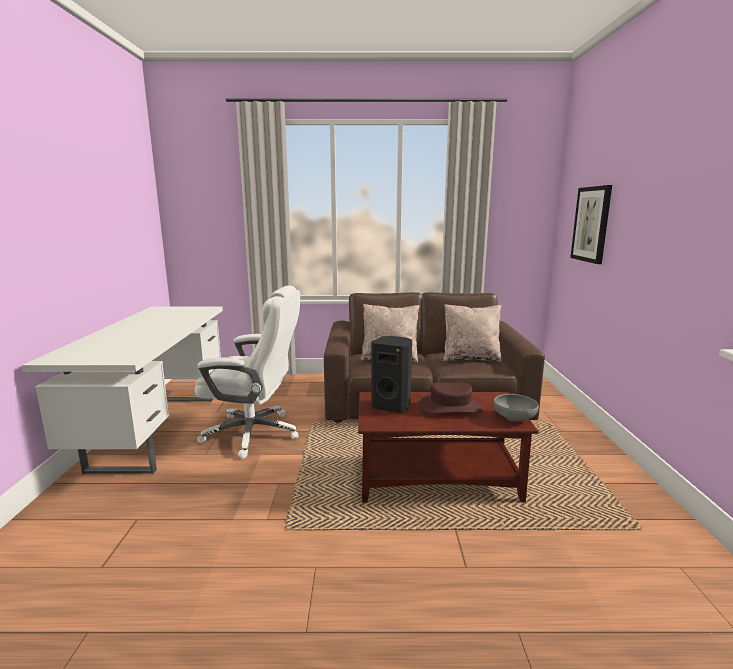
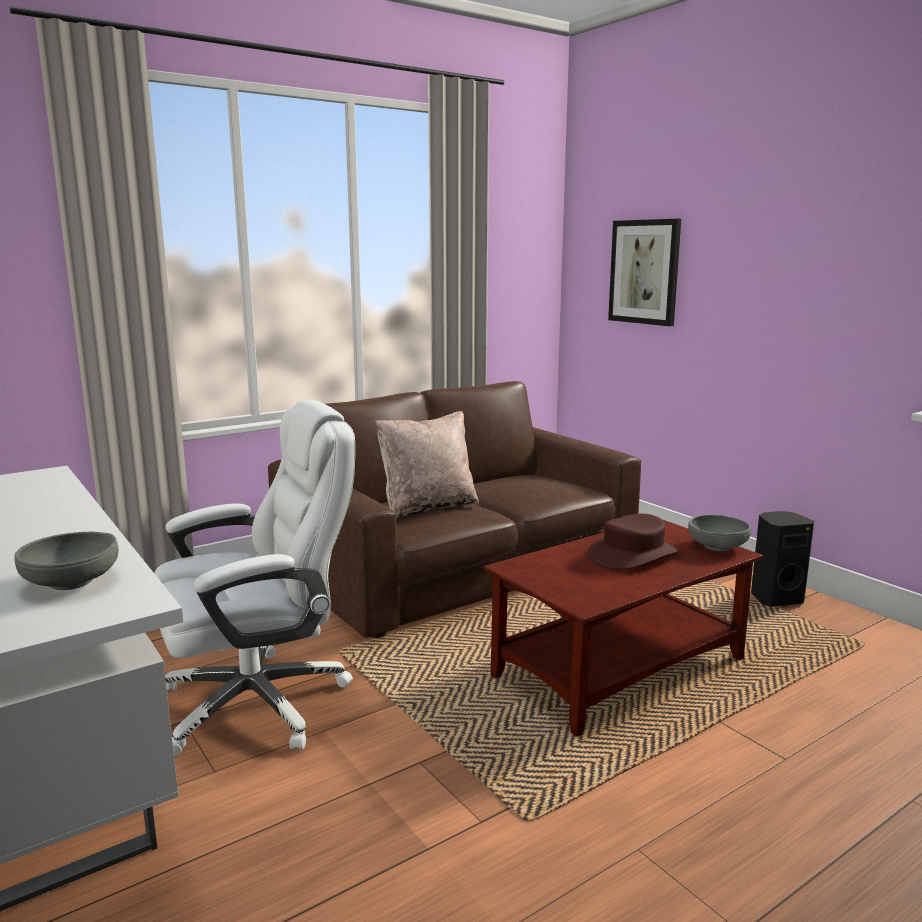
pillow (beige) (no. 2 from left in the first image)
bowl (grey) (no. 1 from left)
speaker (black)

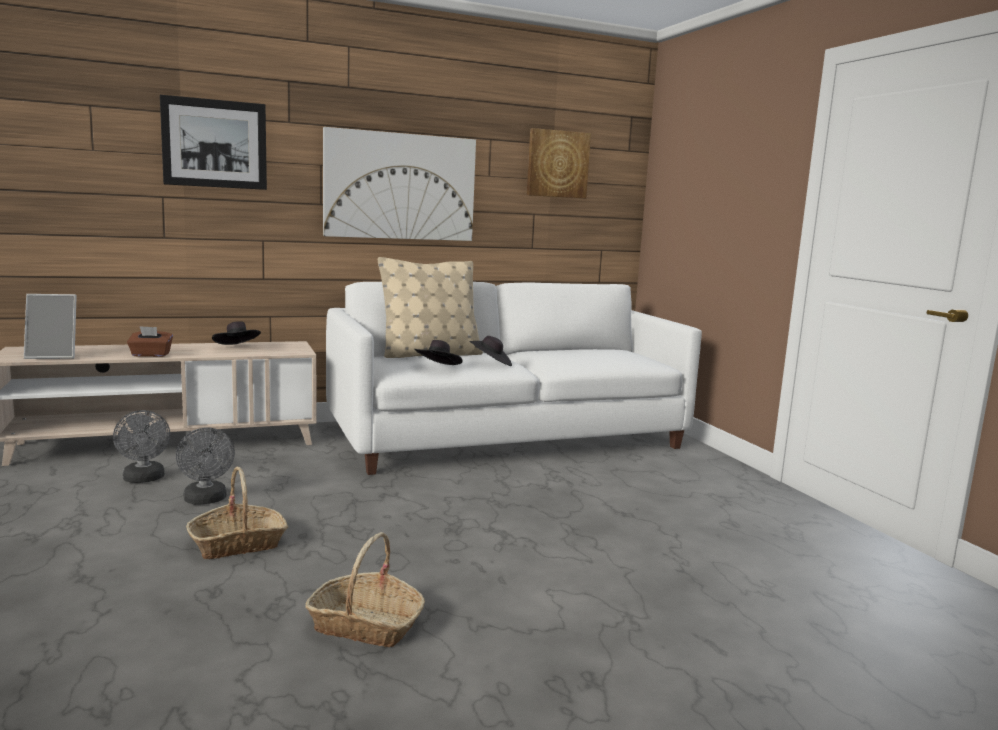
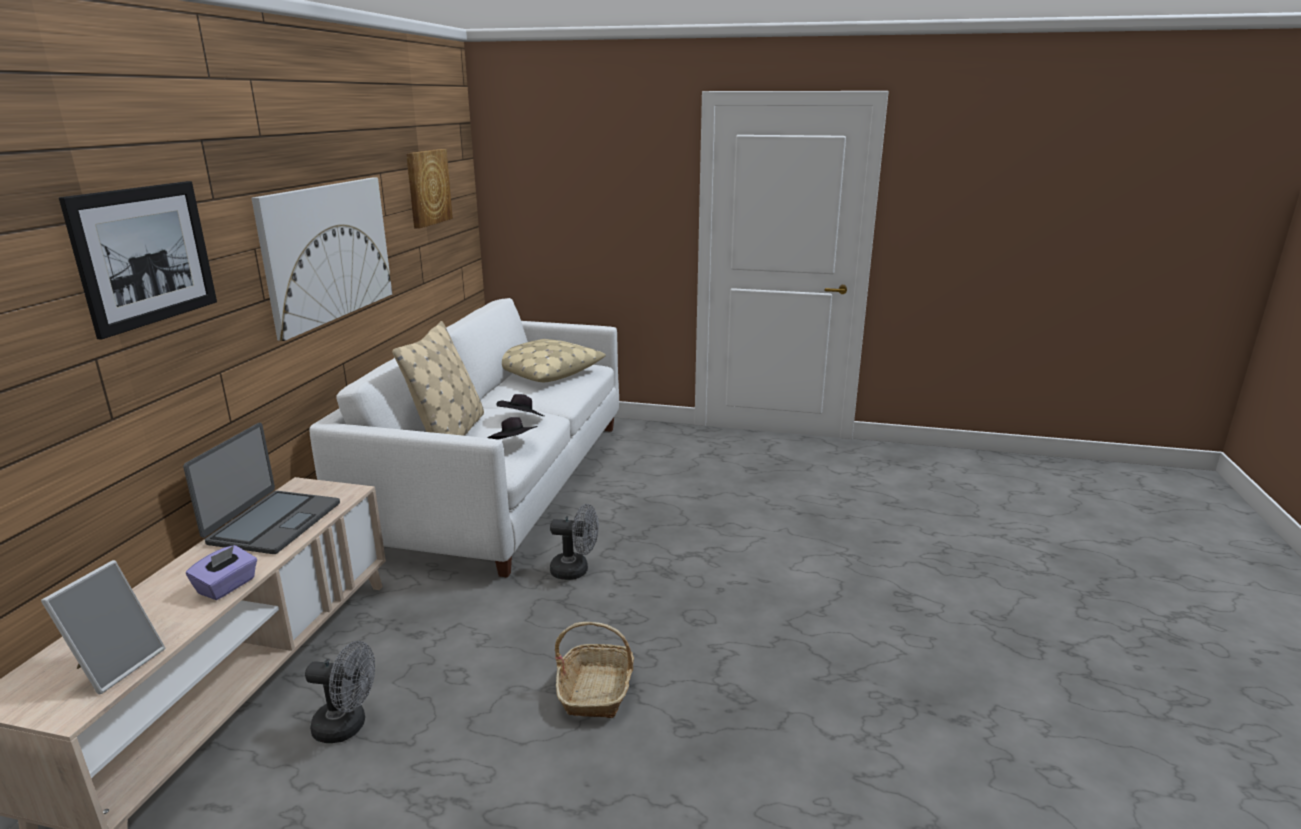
basket (no. 2 from left in the first image)
pillow (beige) (no. 2 from left)
fan (grey) (no. 2 from left)
laptop
tissue box (purple)

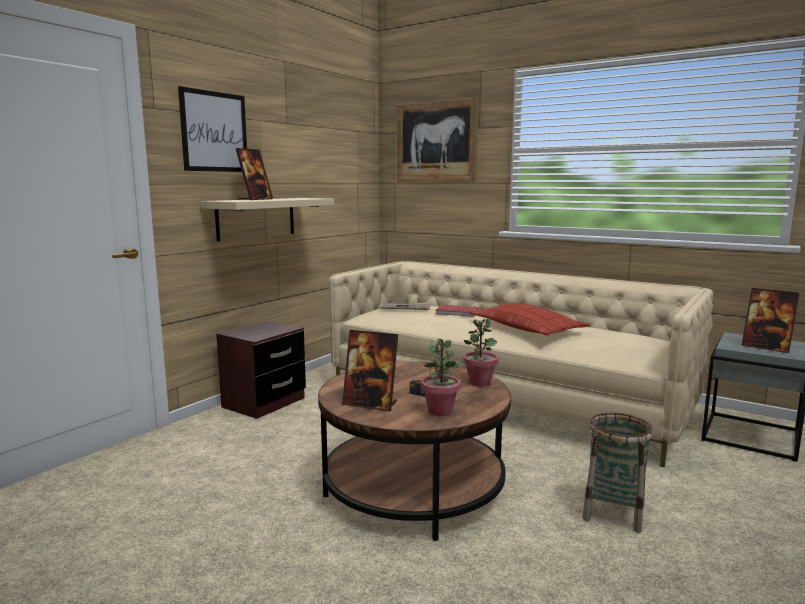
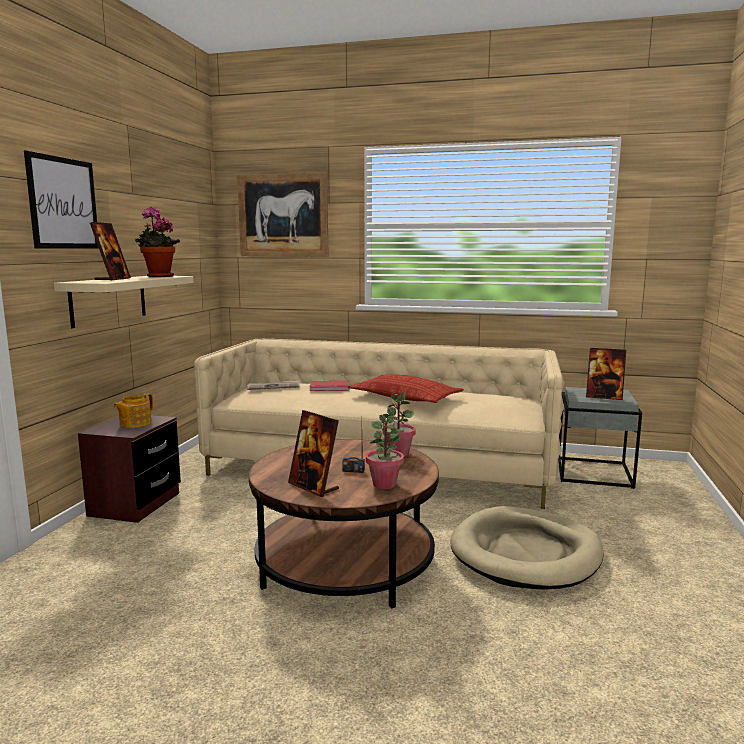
teapot
potted plant (no. 1 from left)
dog bed (beige)
picture frame (no. 2 from left)

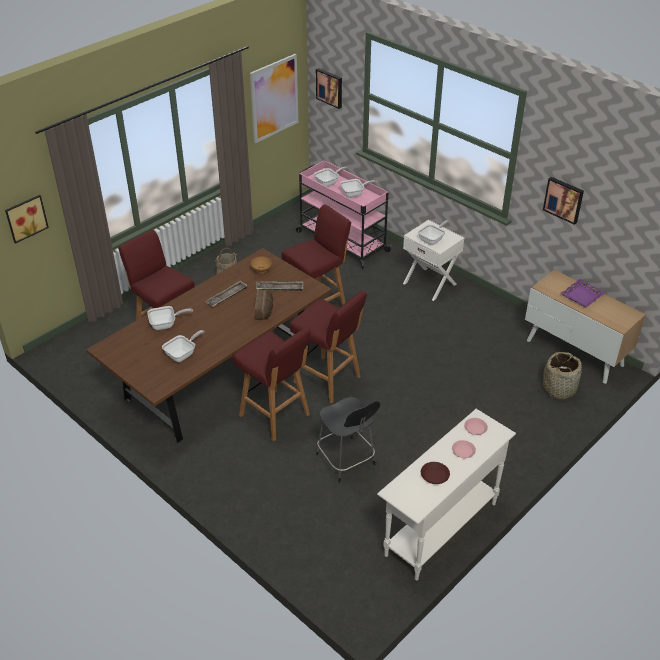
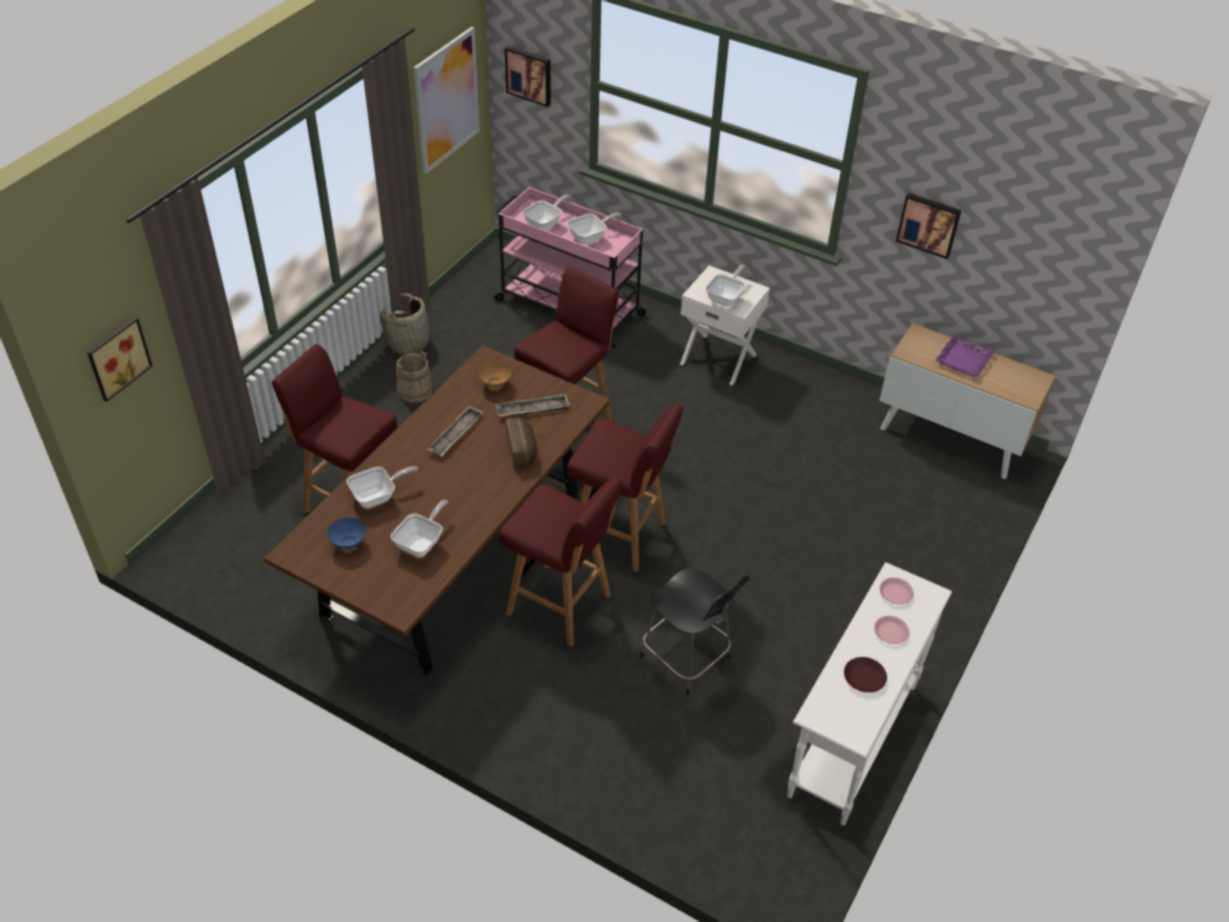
bowl (blue)
basket

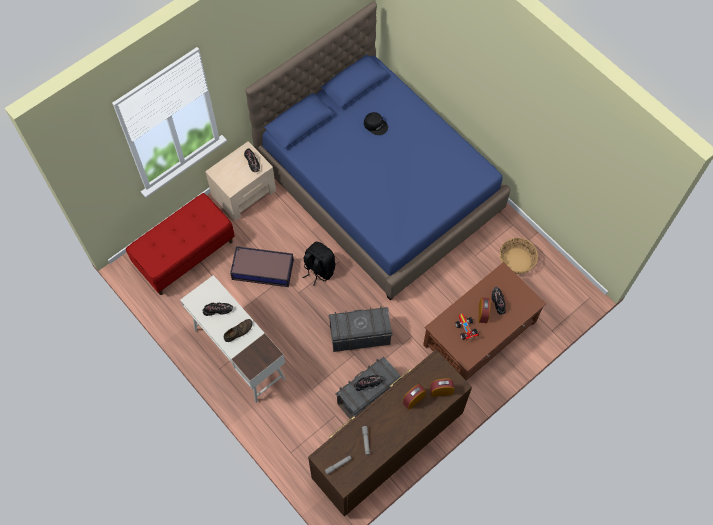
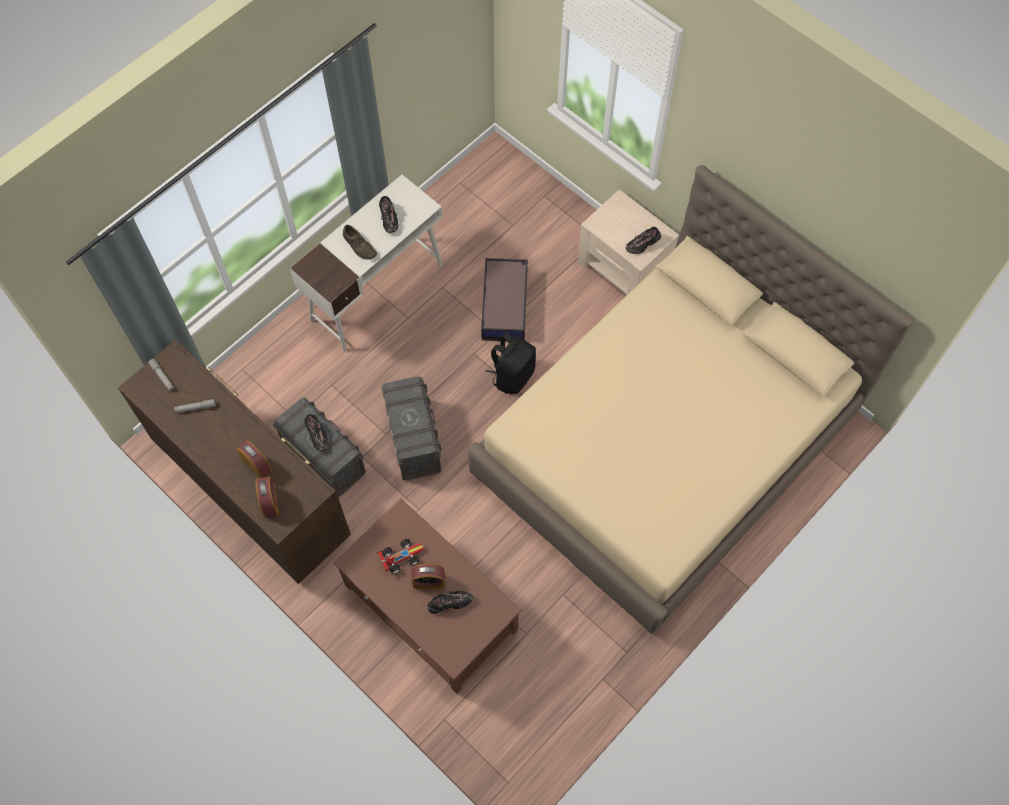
bench (red)
cap (black)
basket
bed (beige)

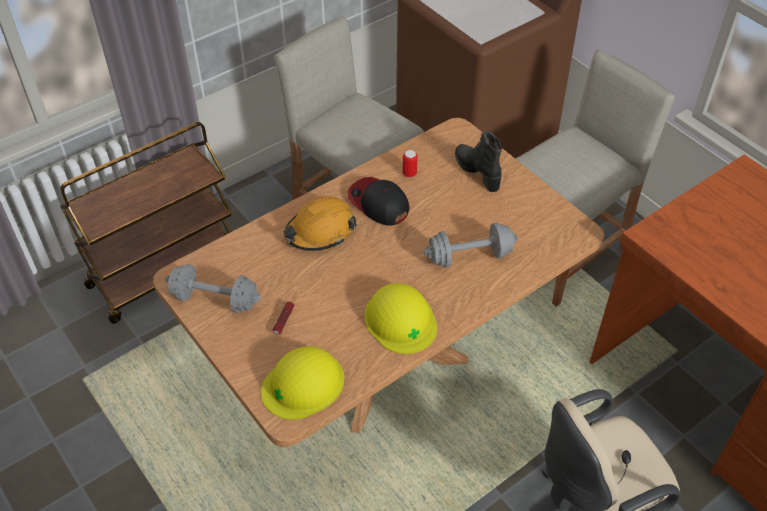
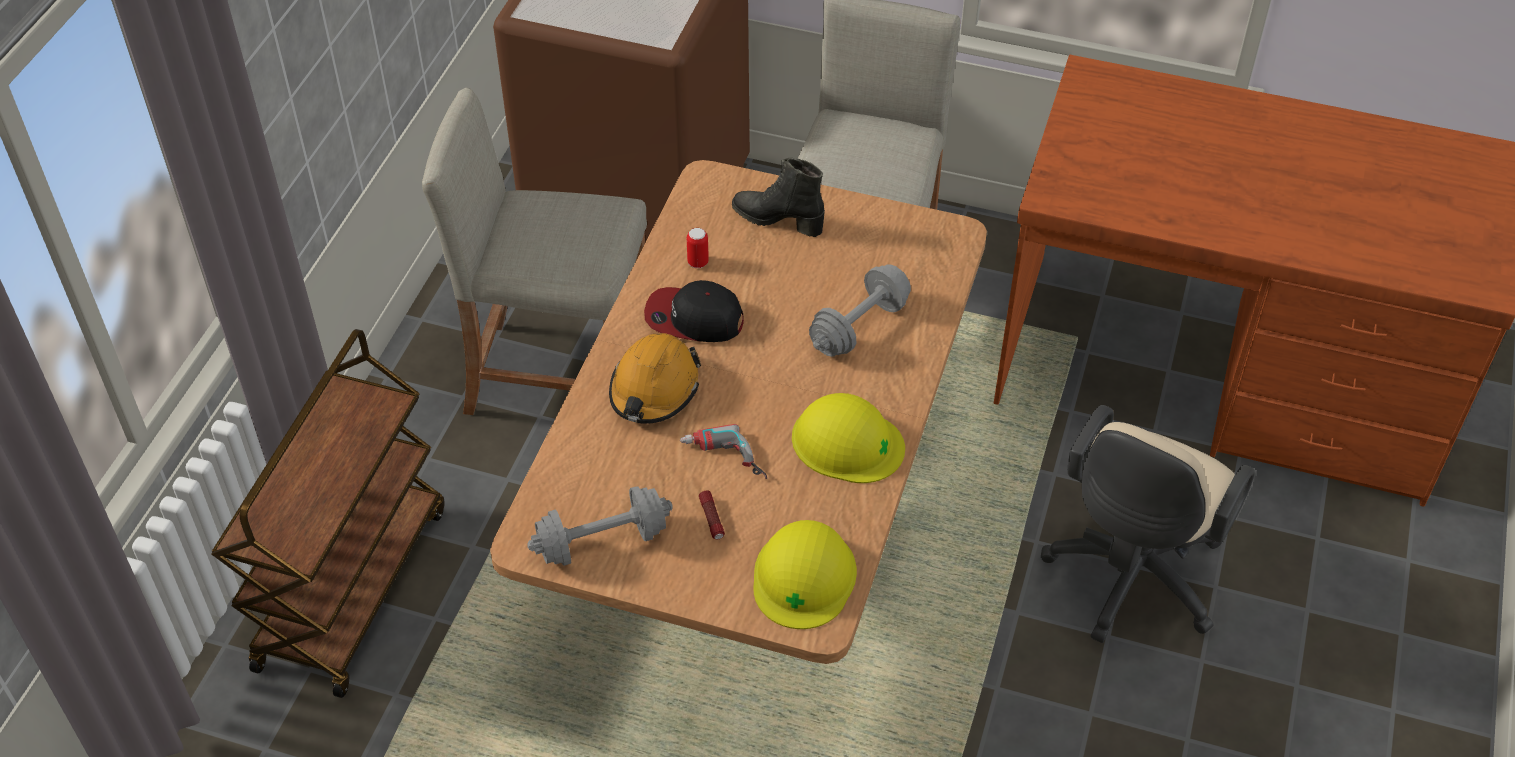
power drill

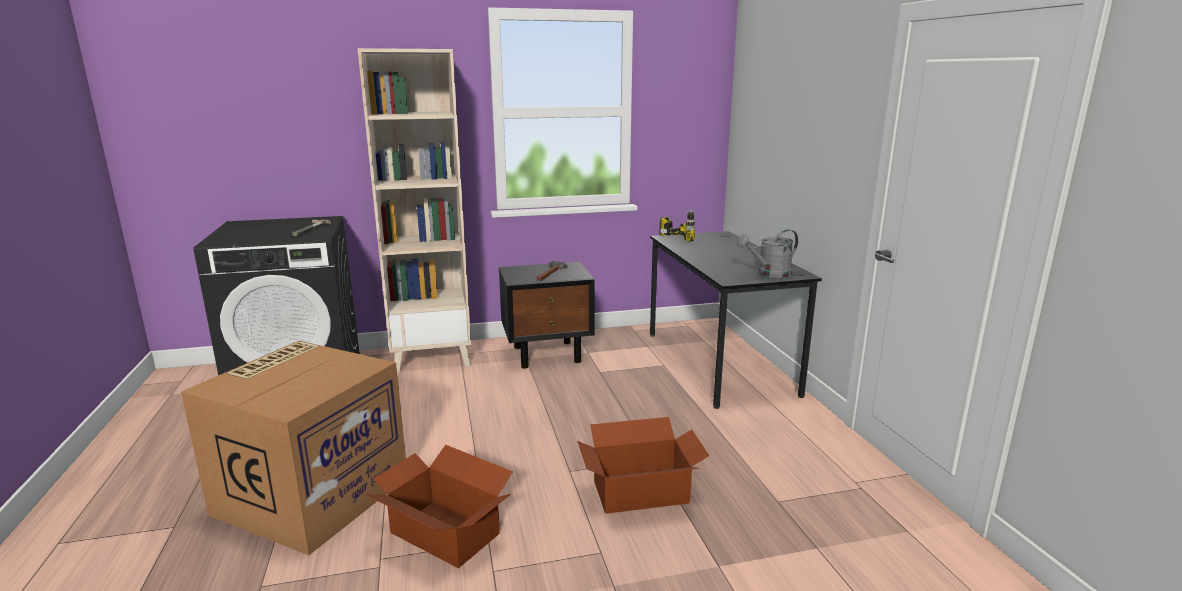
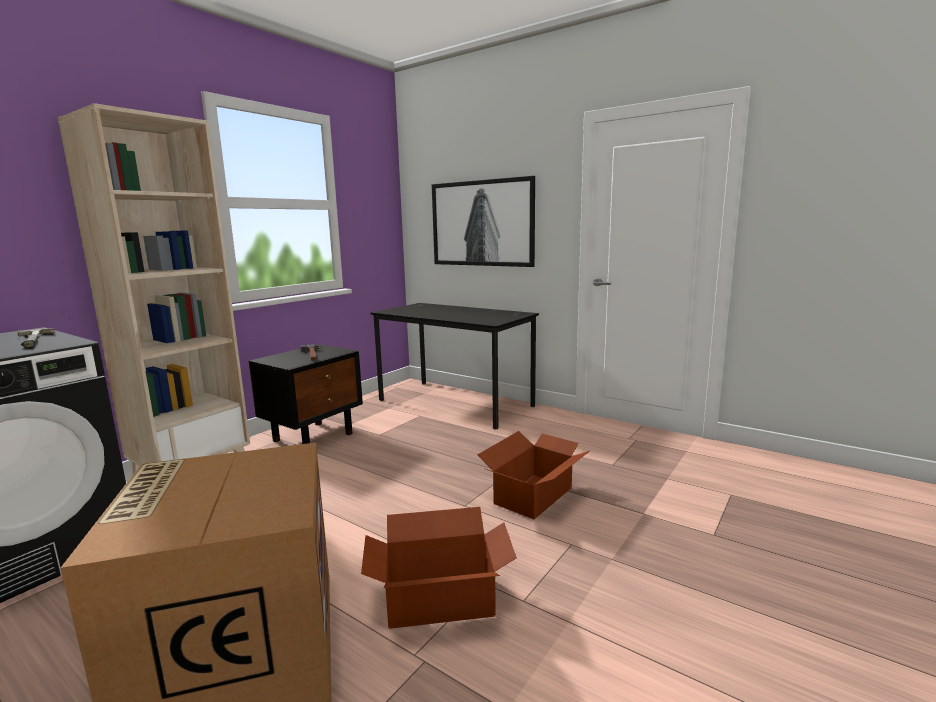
power drill
watering can (grey)
picture

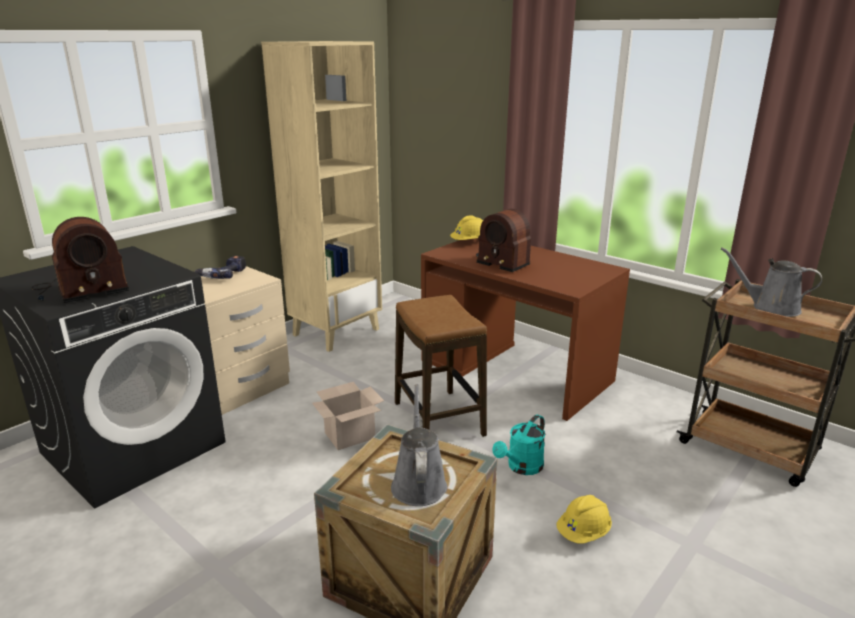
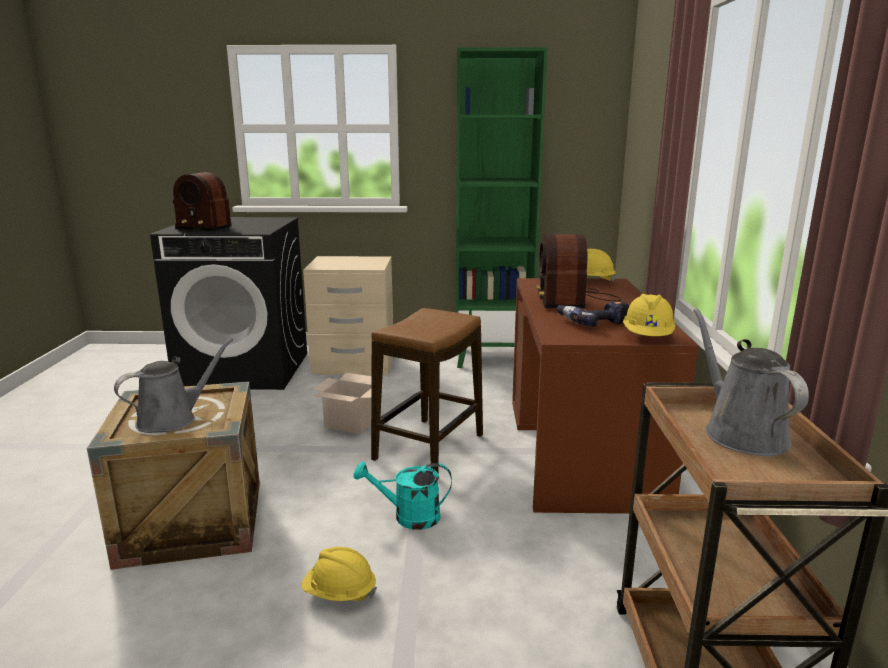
hard hat (yellow) (no. 3 from left)
power drill
bookcase (green)

